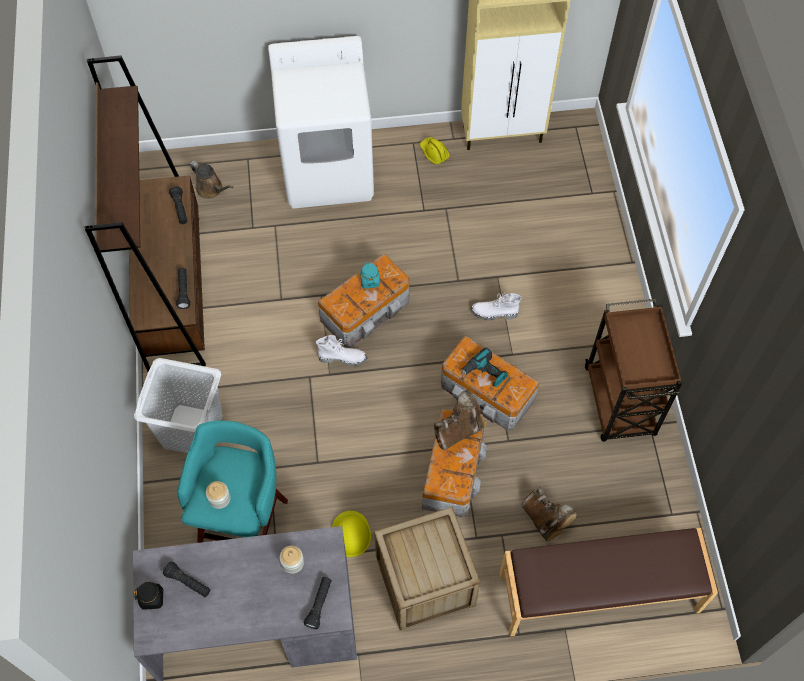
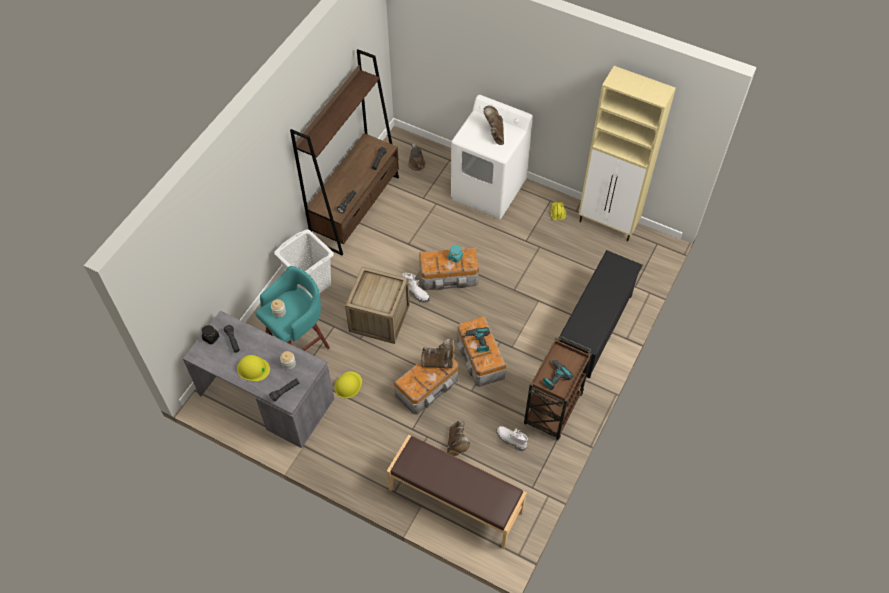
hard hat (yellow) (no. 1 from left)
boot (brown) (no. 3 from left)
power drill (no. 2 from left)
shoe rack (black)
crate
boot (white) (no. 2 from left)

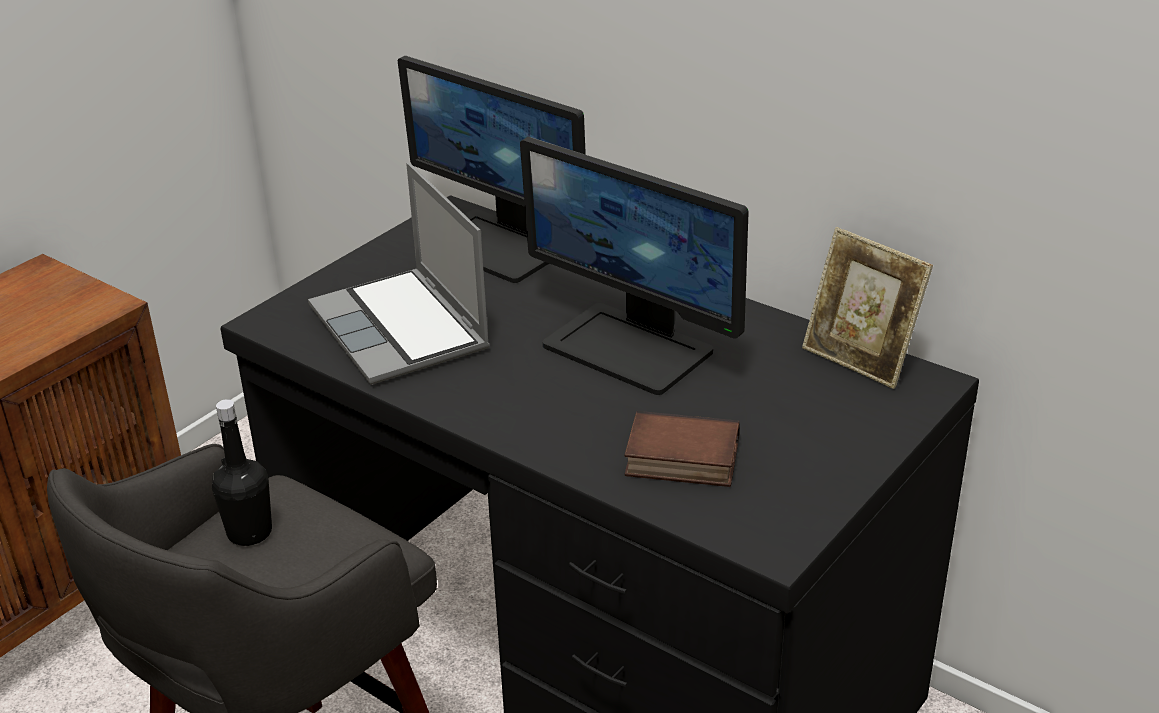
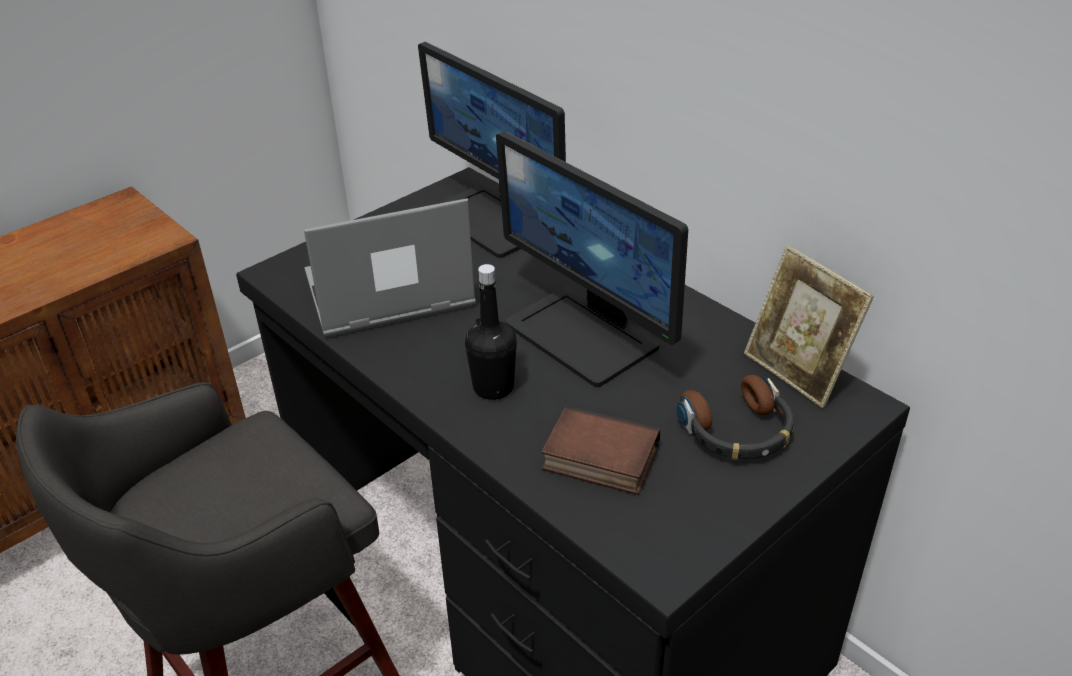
headphones
bottle (black)
laptop

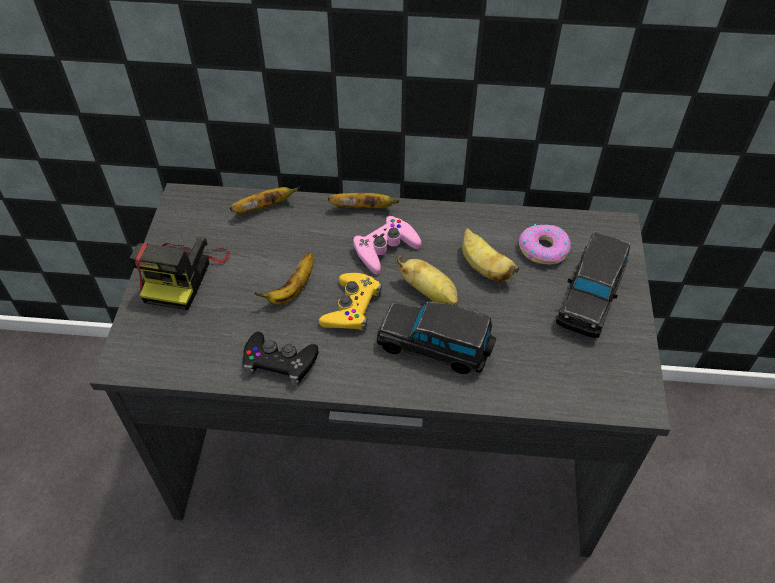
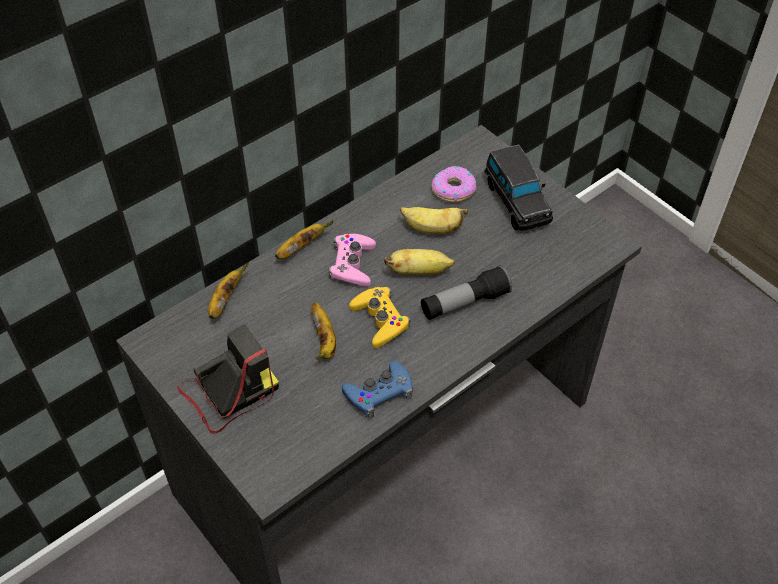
flashlight
game controller (blue)
photo camera

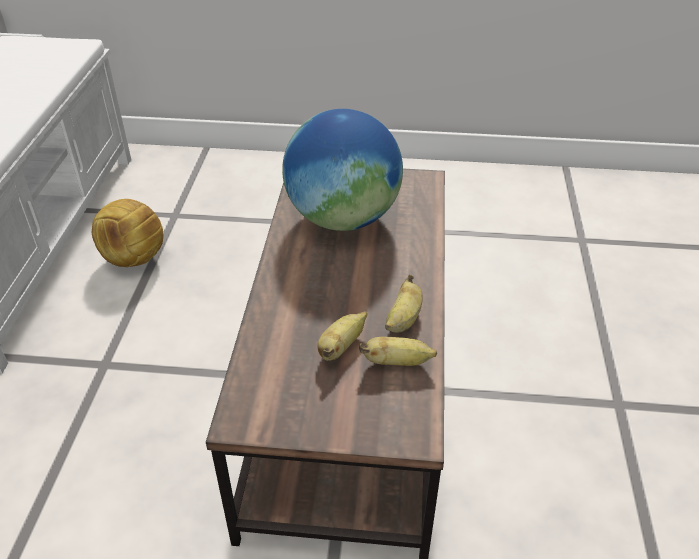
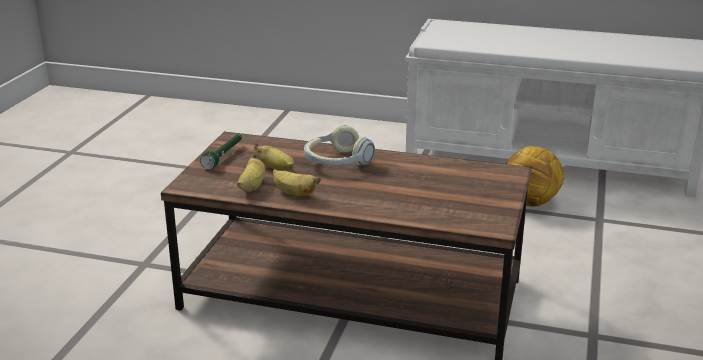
globe
flashlight (green)
headphones

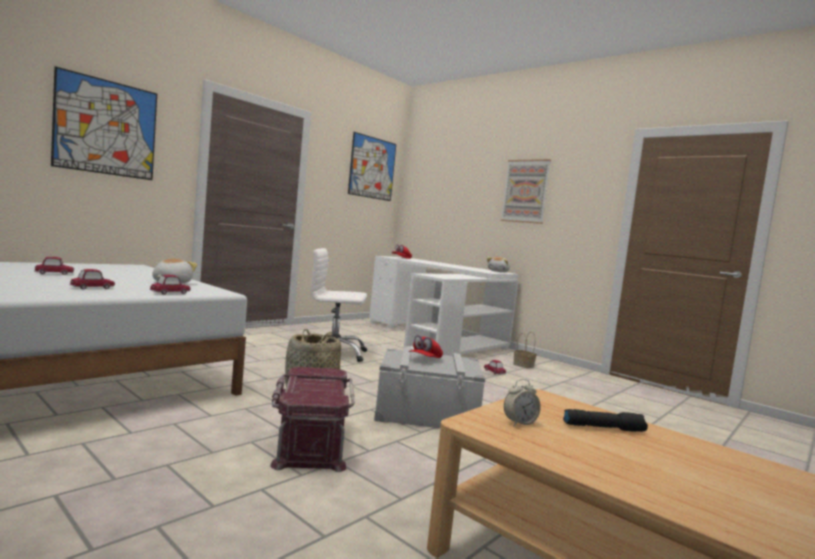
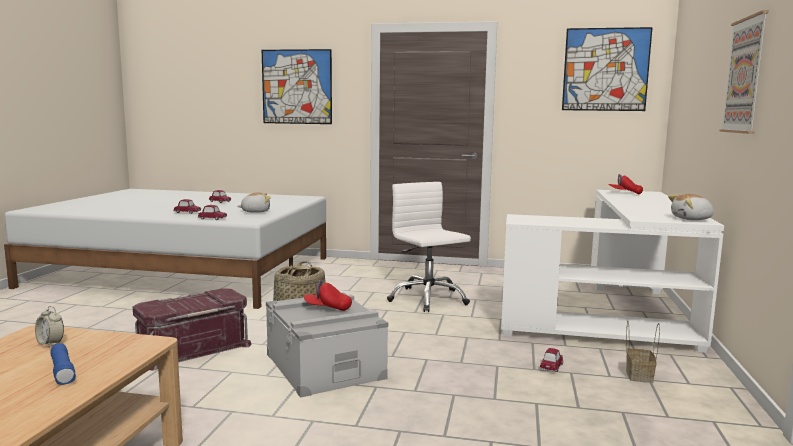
flashlight (blue)

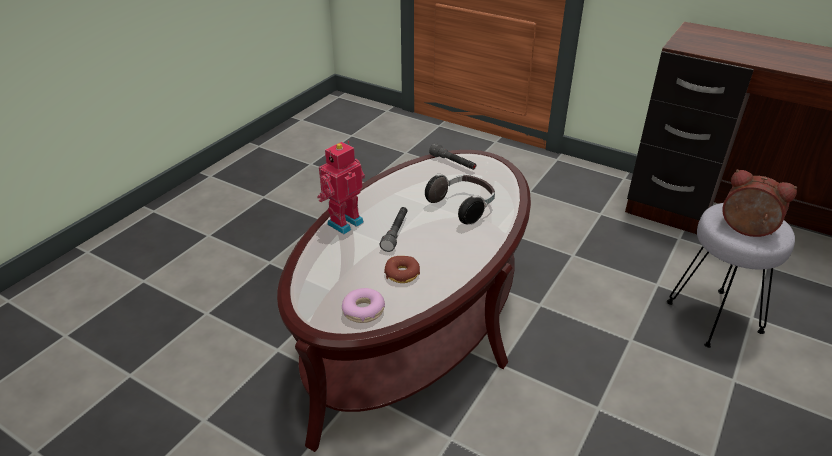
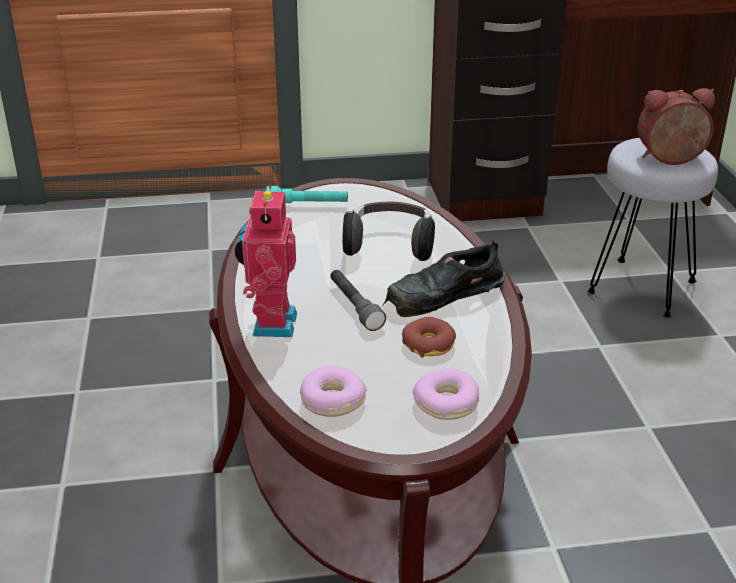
donut (no. 1 from left)
shoe (black)
flashlight (turquoise)

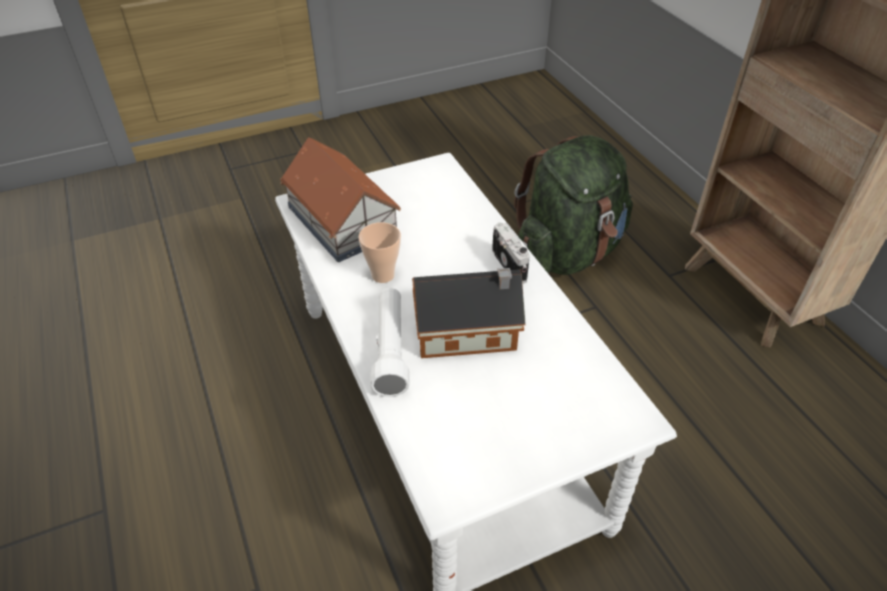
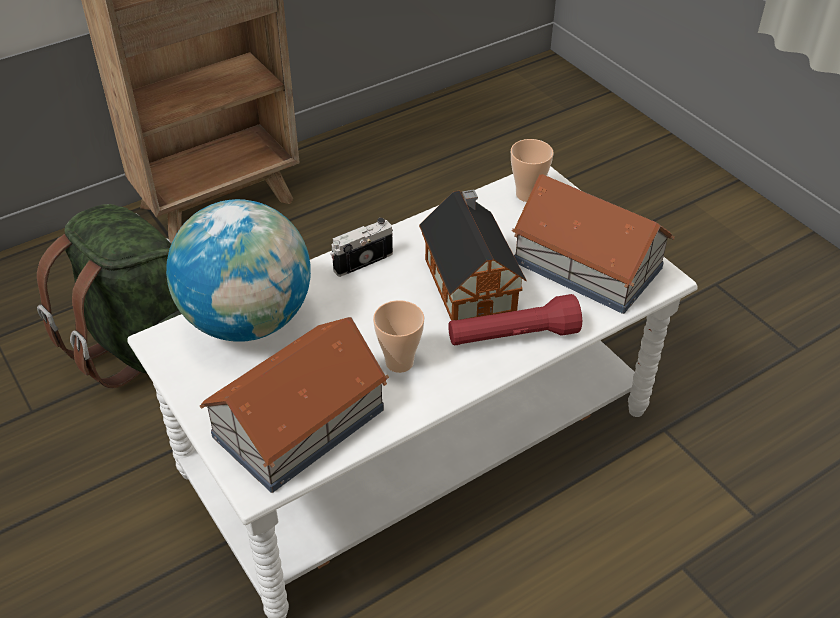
globe
cup (no. 2 from left)
toy house (no. 3 from left)
flashlight (red)

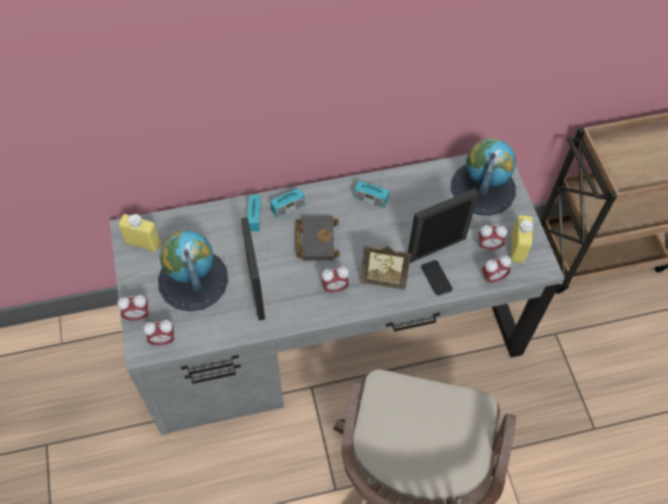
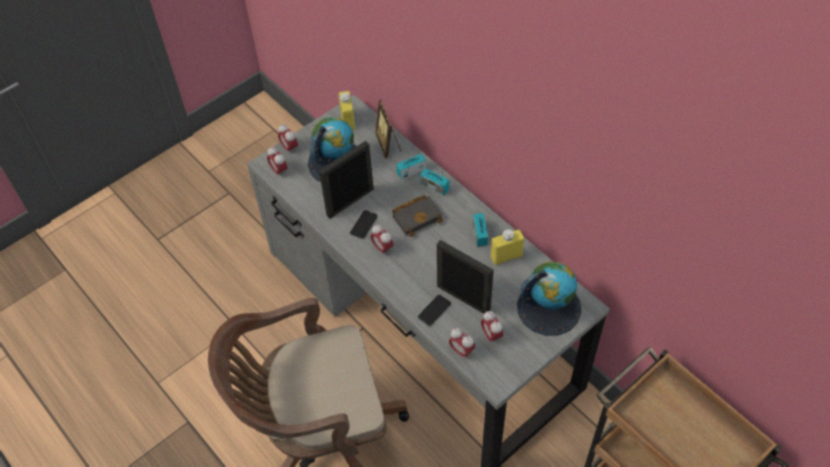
phone (no. 1 from left)
picture frame (no. 2 from left)
bottle (yellow) (no. 2 from left)

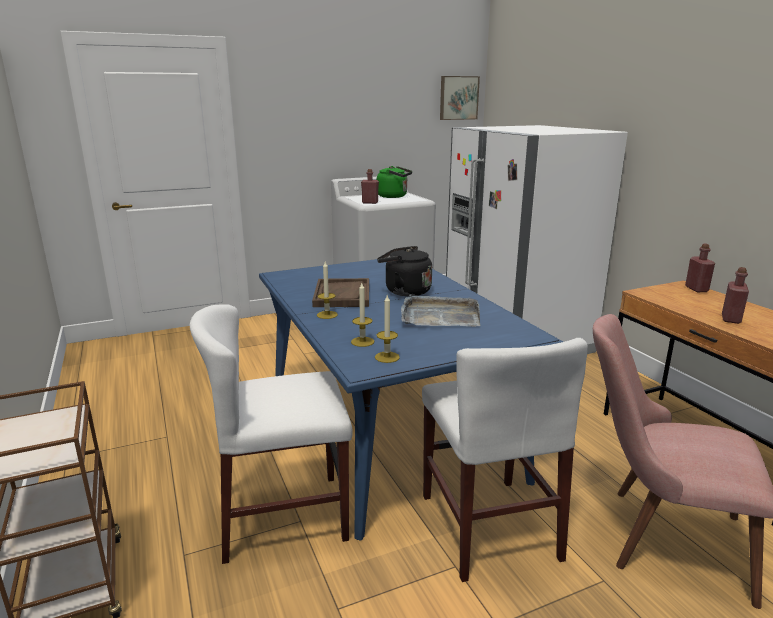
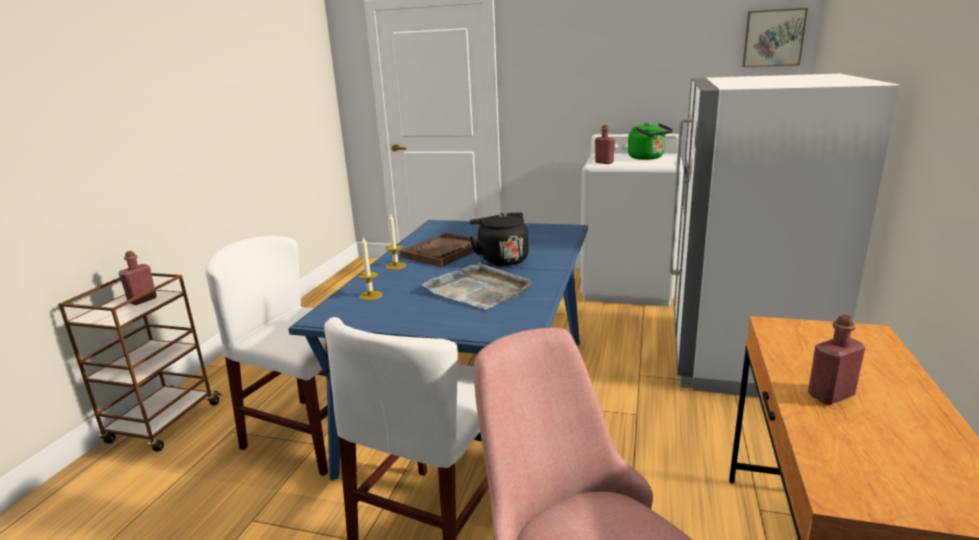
candle (no. 3 from left in the first image)
bottle (red) (no. 1 from left)

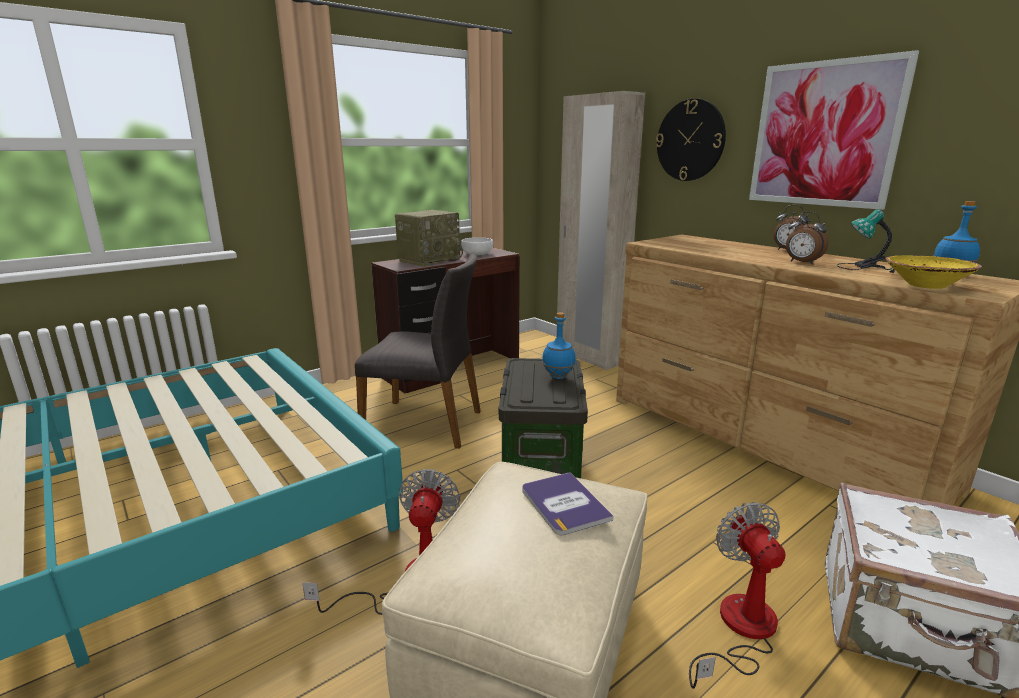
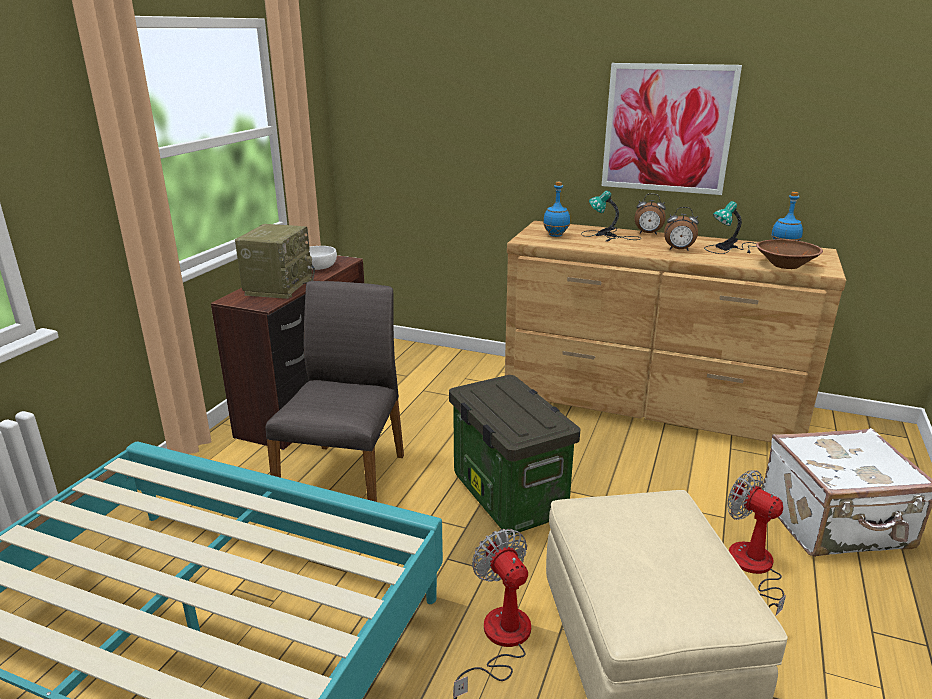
book
wardrobe (beige)
wall clock
table lamp (no. 1 from left)
bottle (blue) (no. 1 from left)
bowl (brown)
chair (grey)

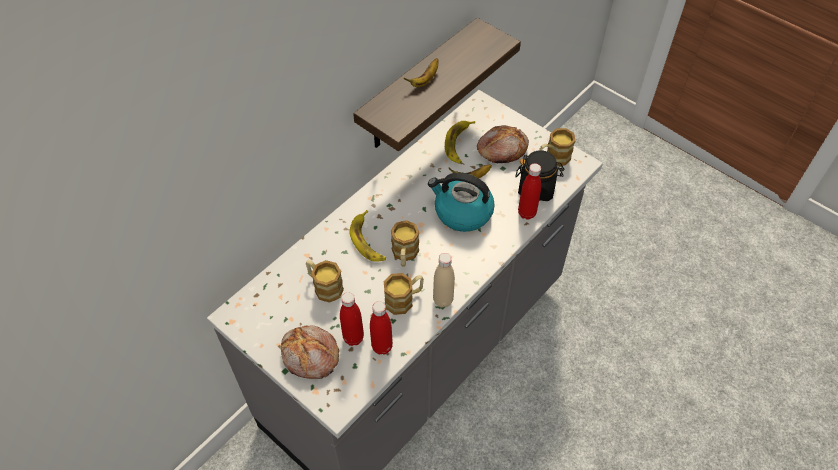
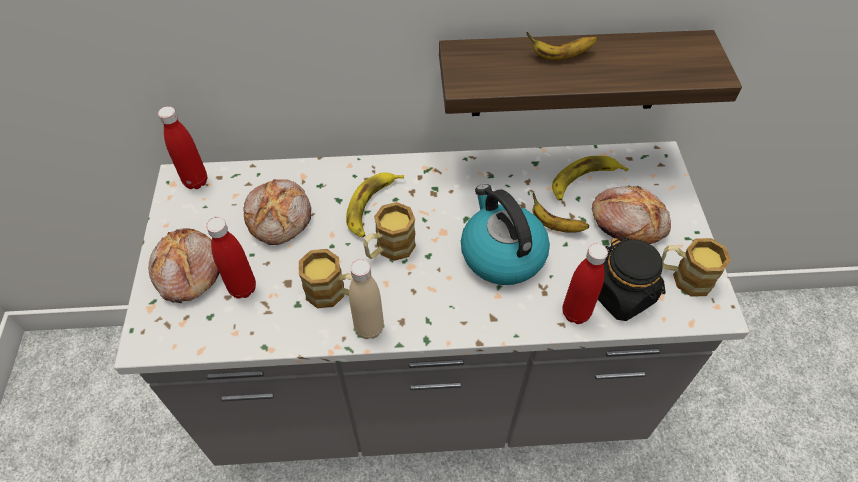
bottle (red) (no. 1 from left)
bread (no. 2 from left)

